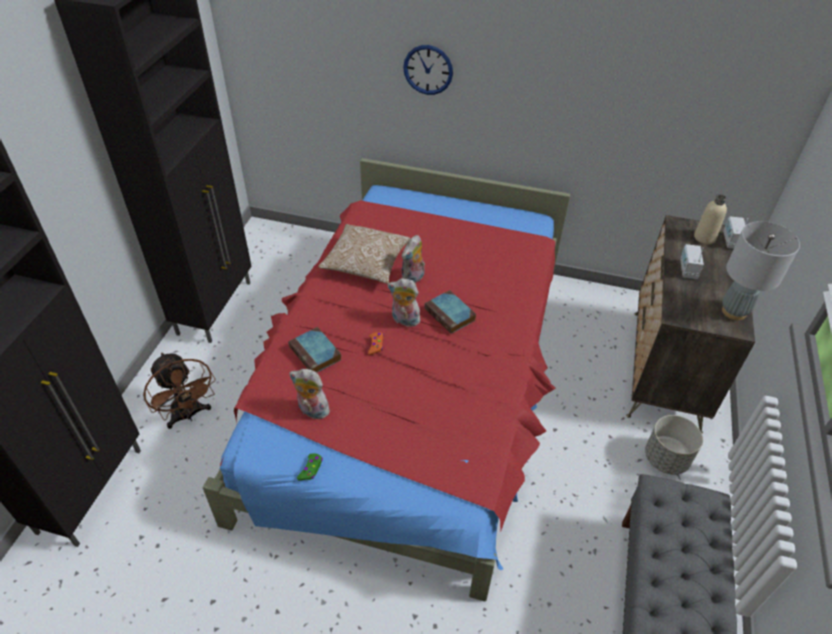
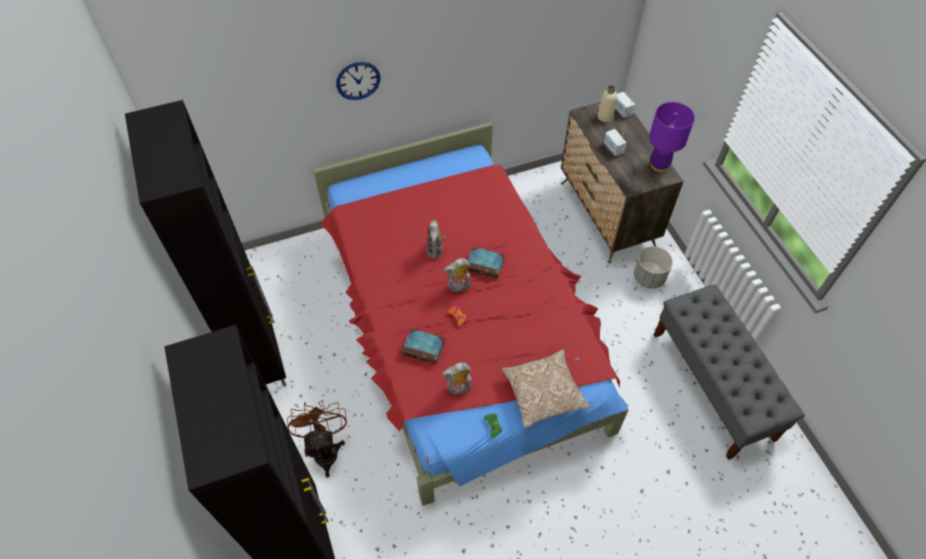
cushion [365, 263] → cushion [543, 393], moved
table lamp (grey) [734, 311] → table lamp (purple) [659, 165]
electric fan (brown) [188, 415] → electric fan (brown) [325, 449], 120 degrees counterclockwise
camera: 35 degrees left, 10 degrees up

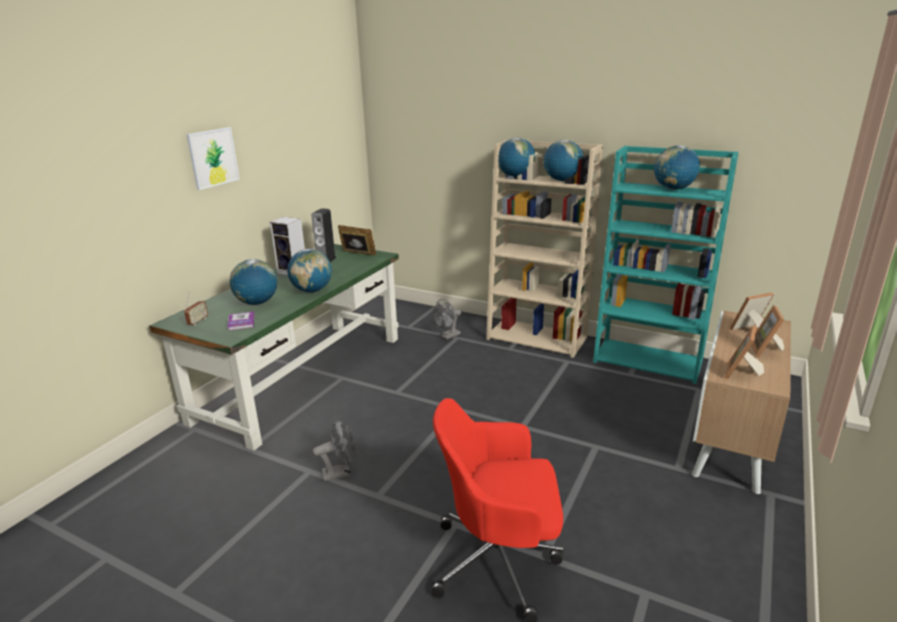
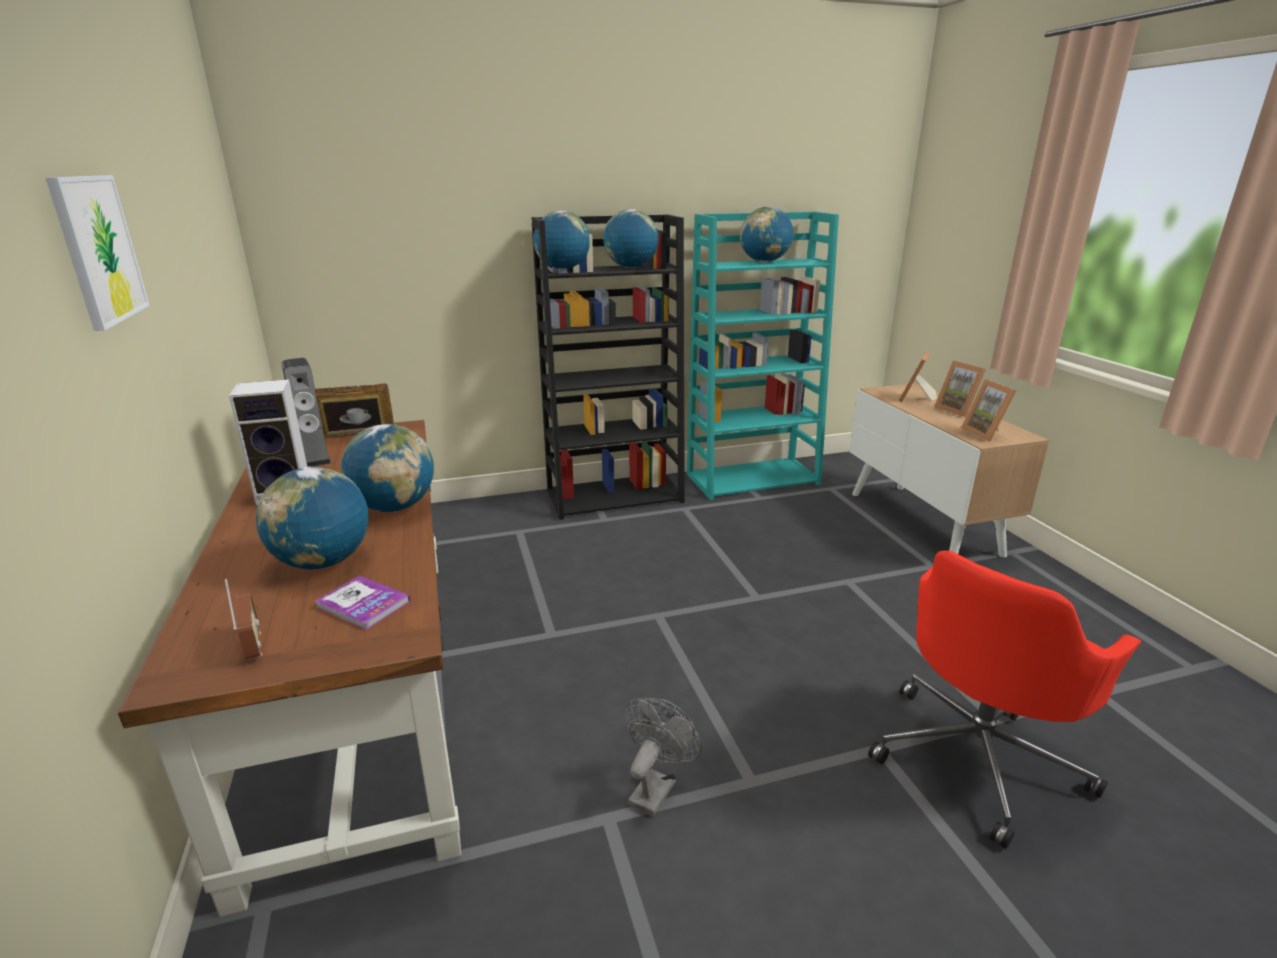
electric fan (grey) [447, 336] → -
desk (green) [303, 376] → desk (brown) [360, 686]
bookcase (beige-coloured) [538, 338] → bookcase (blackish) [615, 496]
camera: 45 degrees left, 0 degrees up

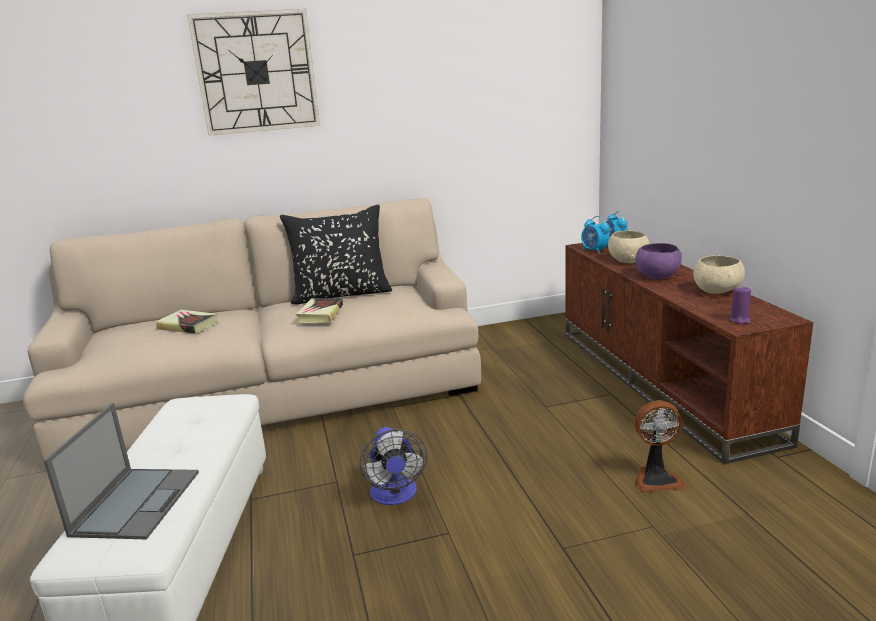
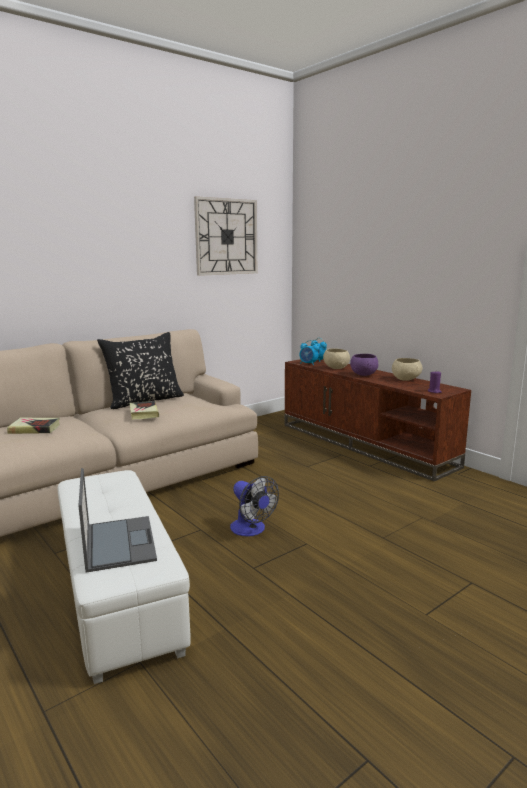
electric fan [656, 479] → -
clock on the wall [256, 72] → clock on the wall [226, 237], moved
camera: 25 degrees left, 5 degrees down

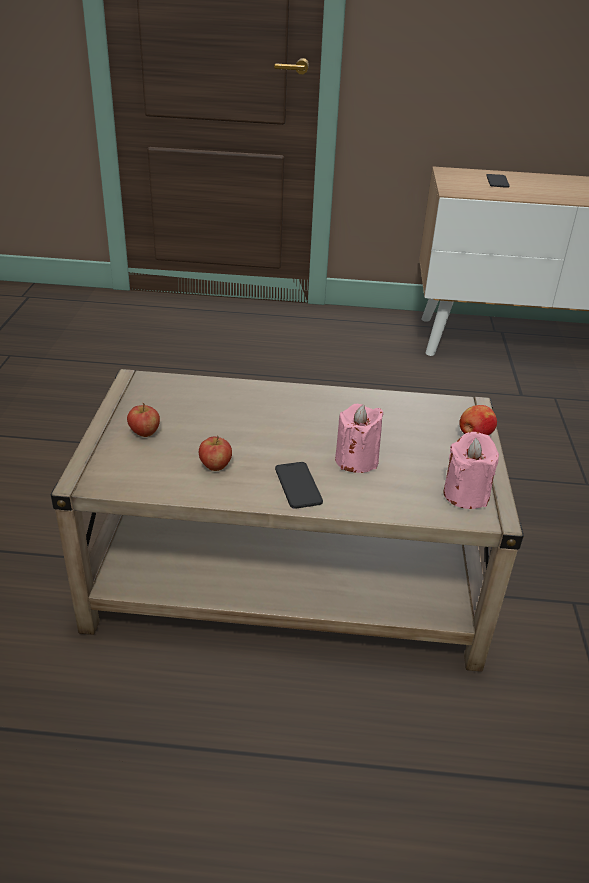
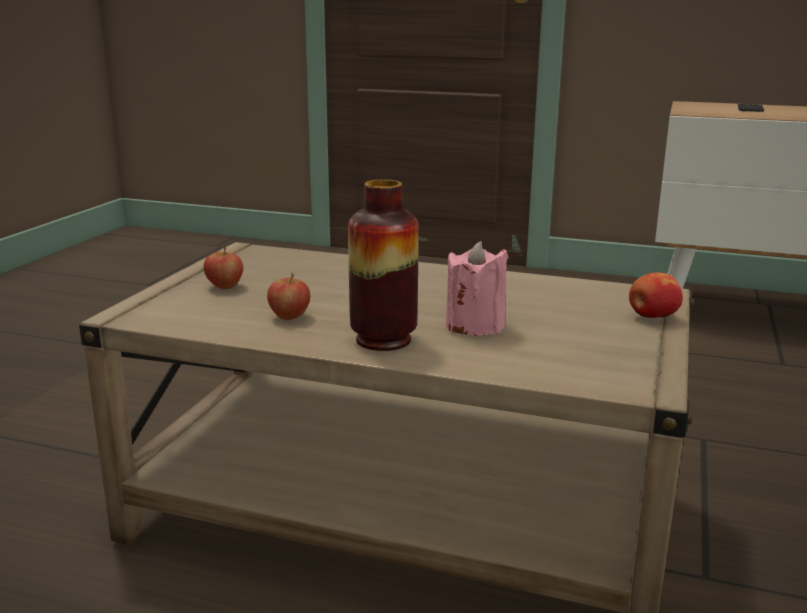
candle (pink-coloured) [466, 494] → -
handset [298, 485] → flower vase [383, 340]
camera: 15 degrees right, 15 degrees down

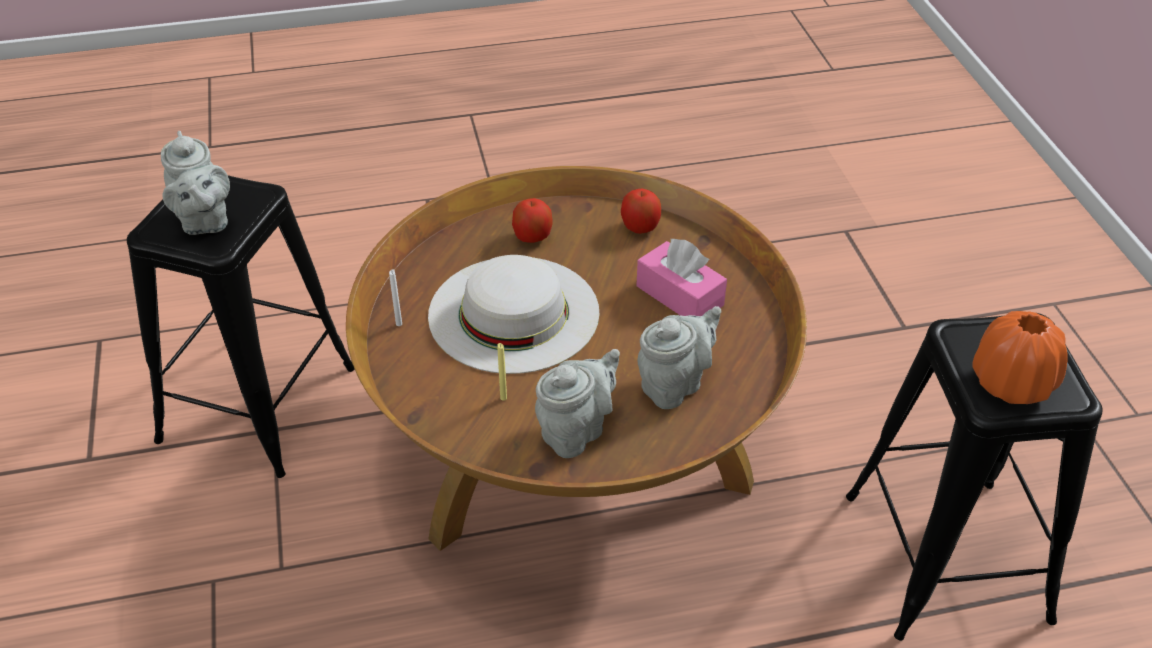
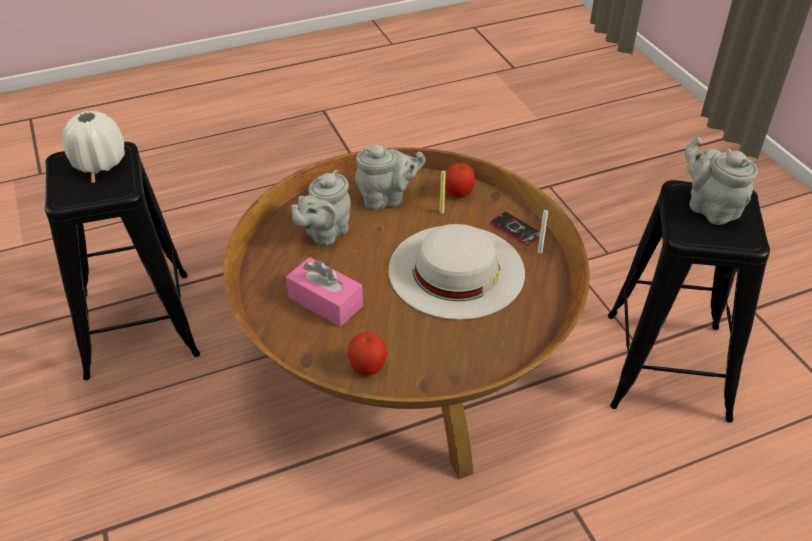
- → handset [516, 229]
whole apple [532, 237] → whole apple [458, 193], moved
flower vase (orangey) [1011, 384] → flower vase (white) [99, 163]
teapot (grey) [576, 431] → teapot (grey) [387, 199], 135 degrees counterclockwise
camera: 170 degrees right, 0 degrees up

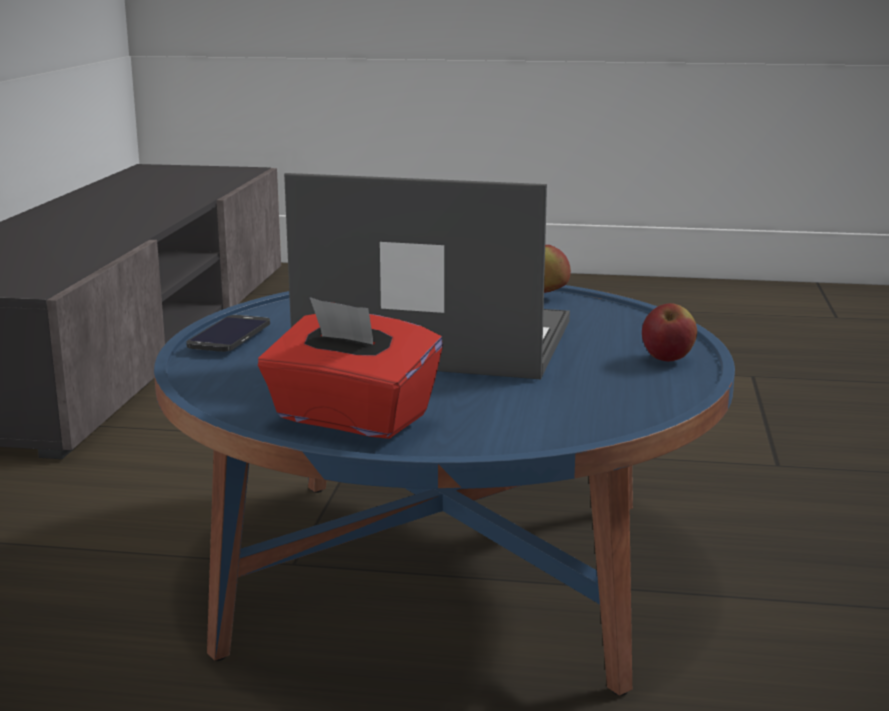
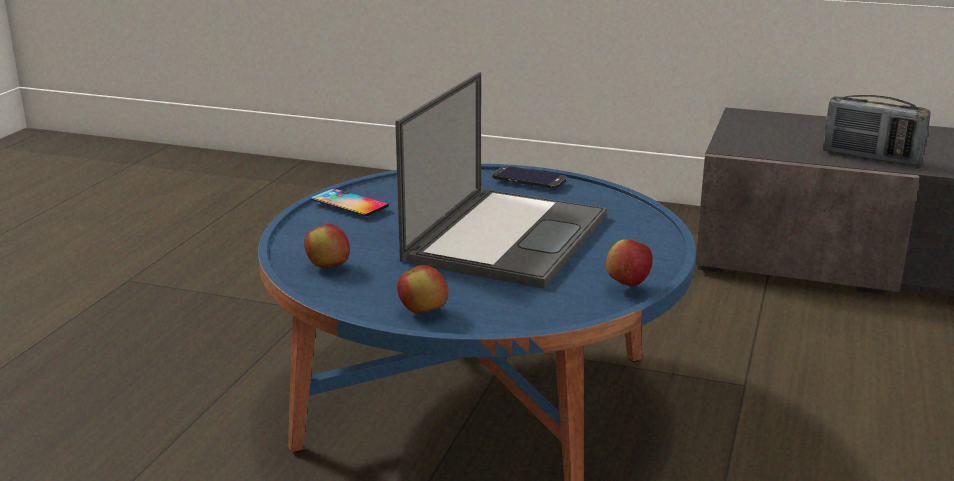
- → whole apple [328, 267]
- → radio receiver [871, 157]
box of tissues (reddish) [351, 419] → handset [349, 203]
camera: 100 degrees right, 5 degrees up

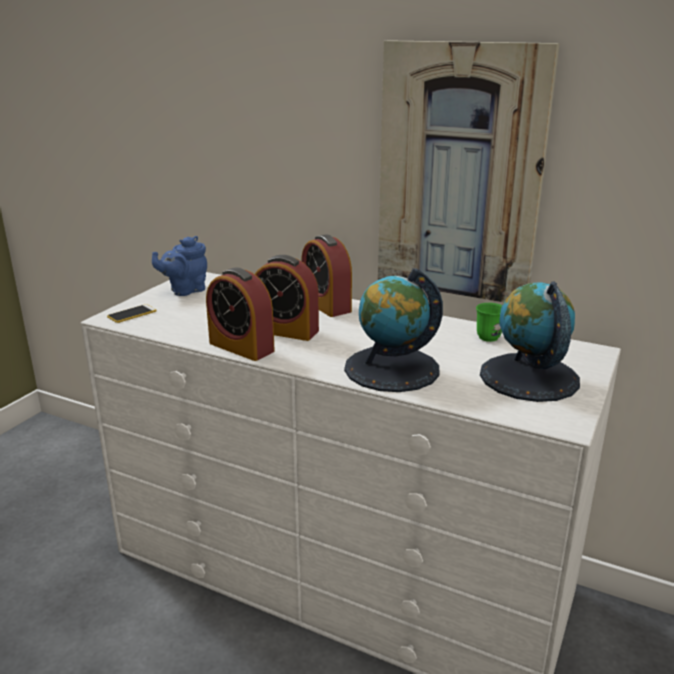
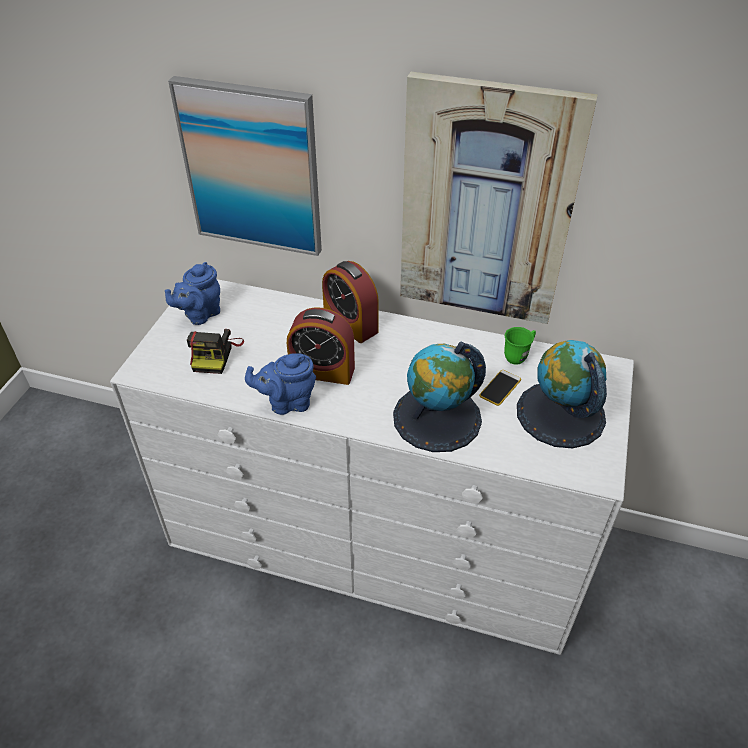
- → wall art [252, 168]
- → still camera [215, 354]
handset [132, 314] → handset [500, 388], moved
alarm clock [241, 347] → teapot (bluish) [287, 403]
camera: 10 degrees left, 20 degrees up

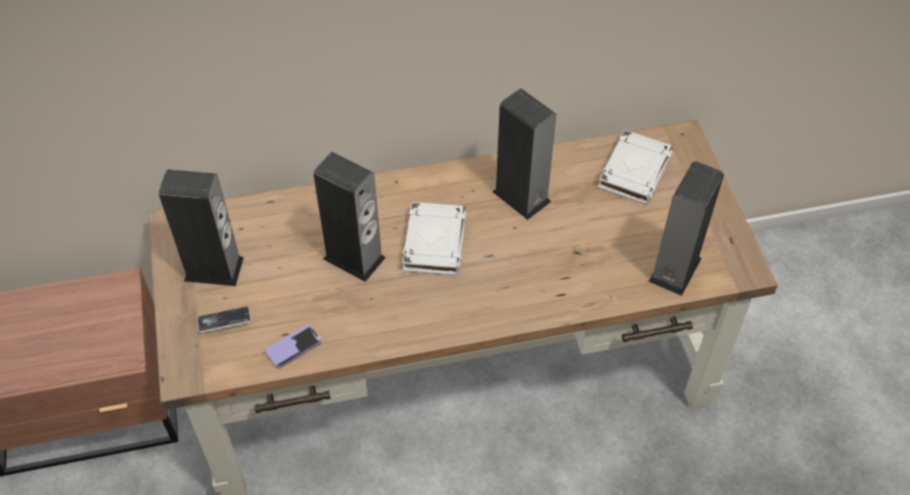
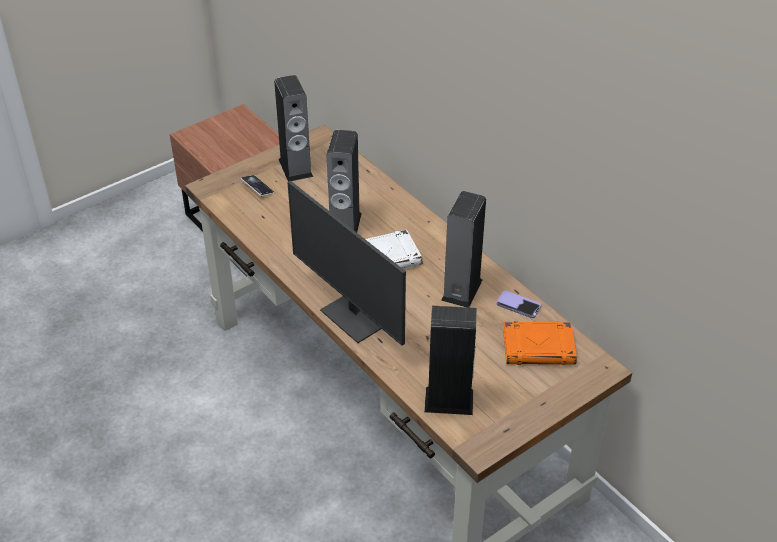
- → computer screen [356, 316]
handset [294, 347] → handset [518, 305], moved
volume (white) [634, 170] → volume (orangey) [539, 348]
camera: 65 degrees right, 10 degrees down

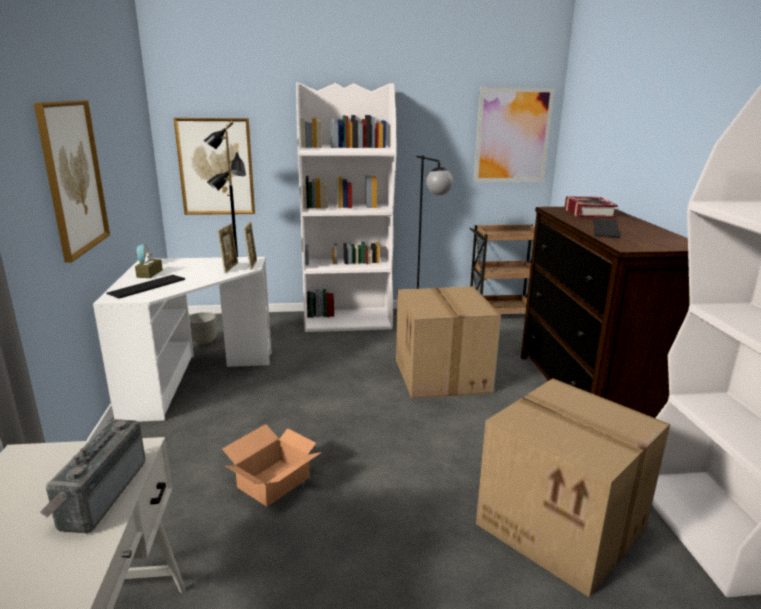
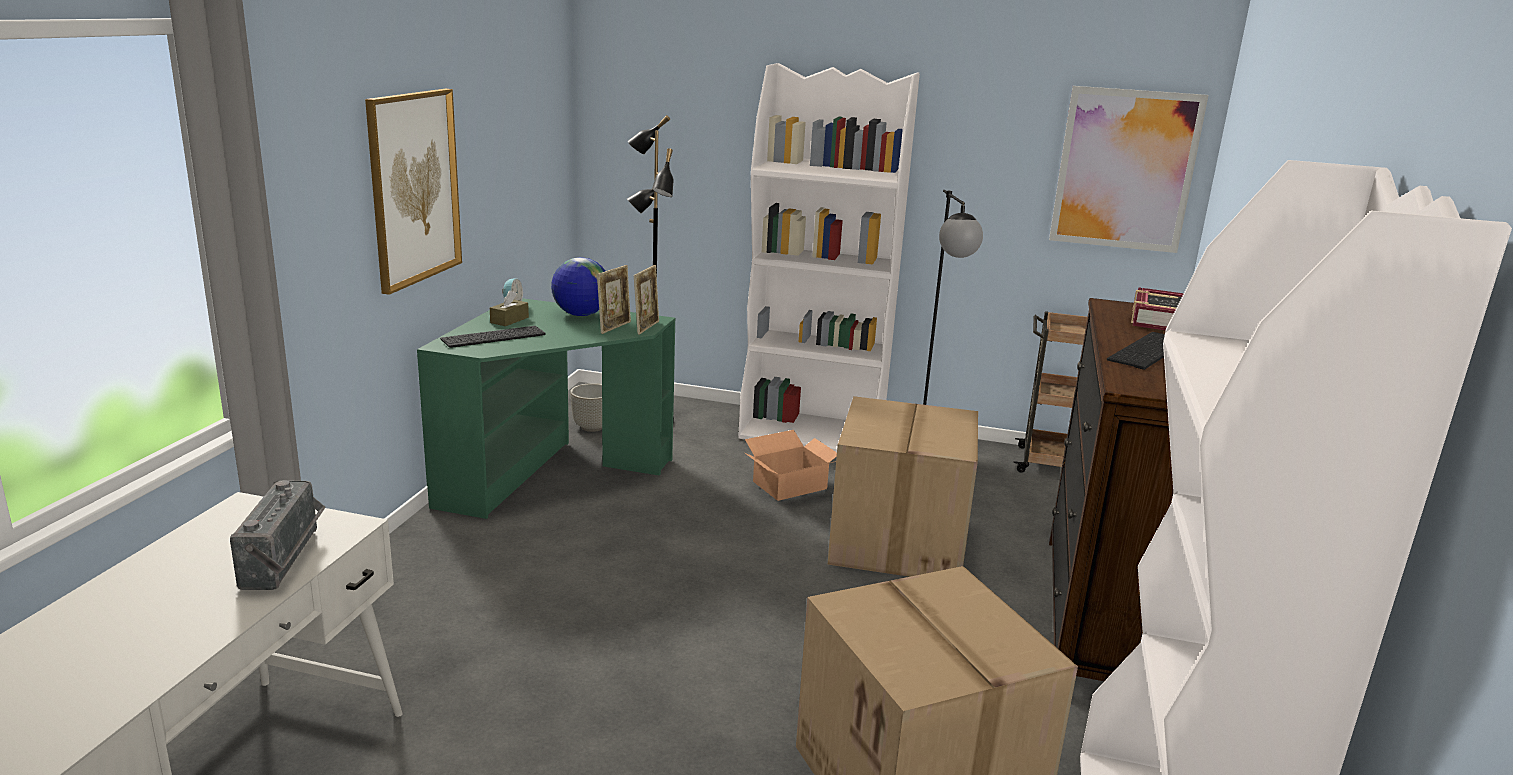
wall art [216, 167] → -
- → world globe [581, 314]
cardboard box [275, 482] → cardboard box [790, 485], moved
desk (white) [193, 380] → desk (green) [550, 475]
radio receiver [99, 494] → radio receiver [286, 559], 150 degrees clockwise
camera: 20 degrees right, 0 degrees up

